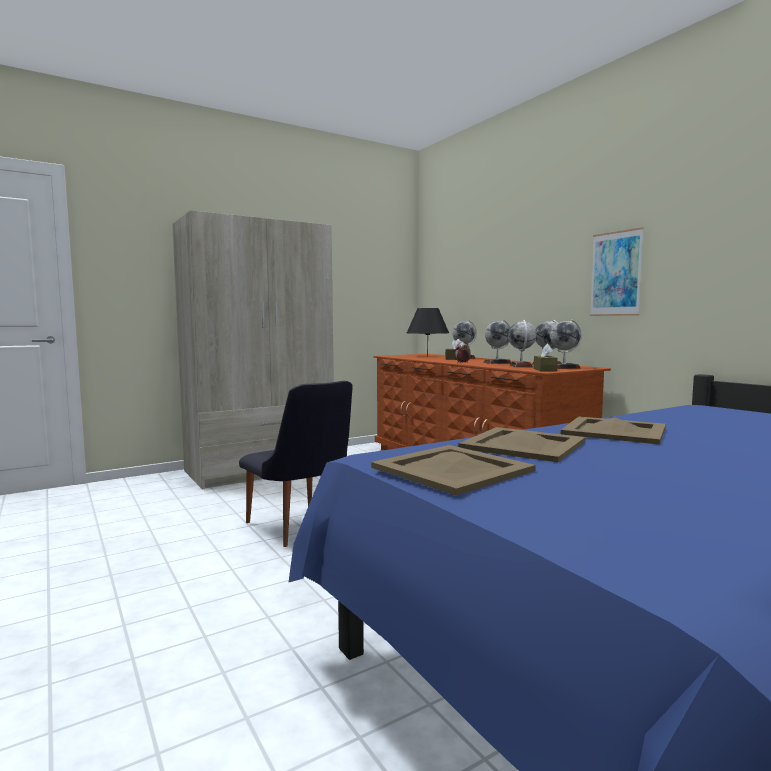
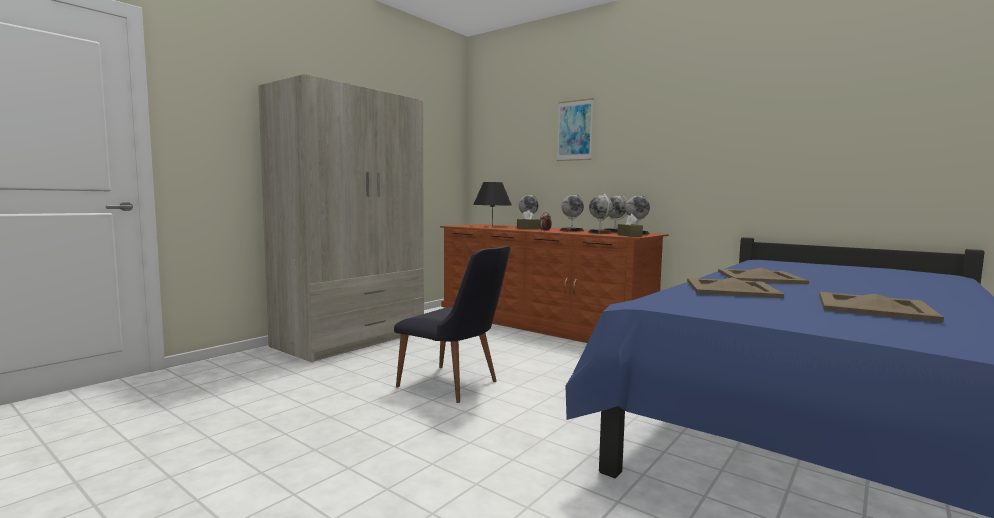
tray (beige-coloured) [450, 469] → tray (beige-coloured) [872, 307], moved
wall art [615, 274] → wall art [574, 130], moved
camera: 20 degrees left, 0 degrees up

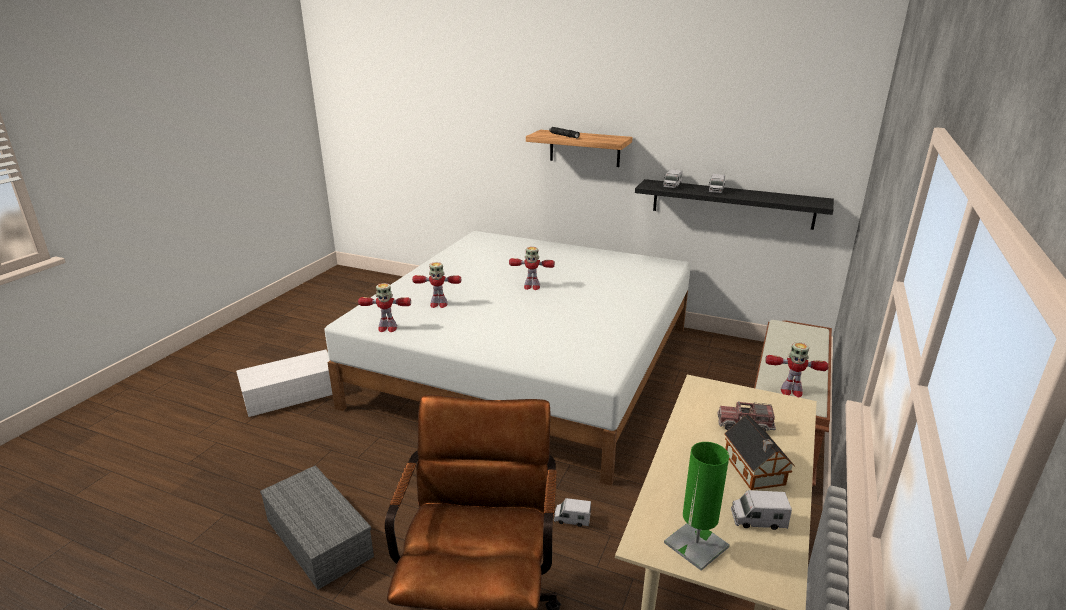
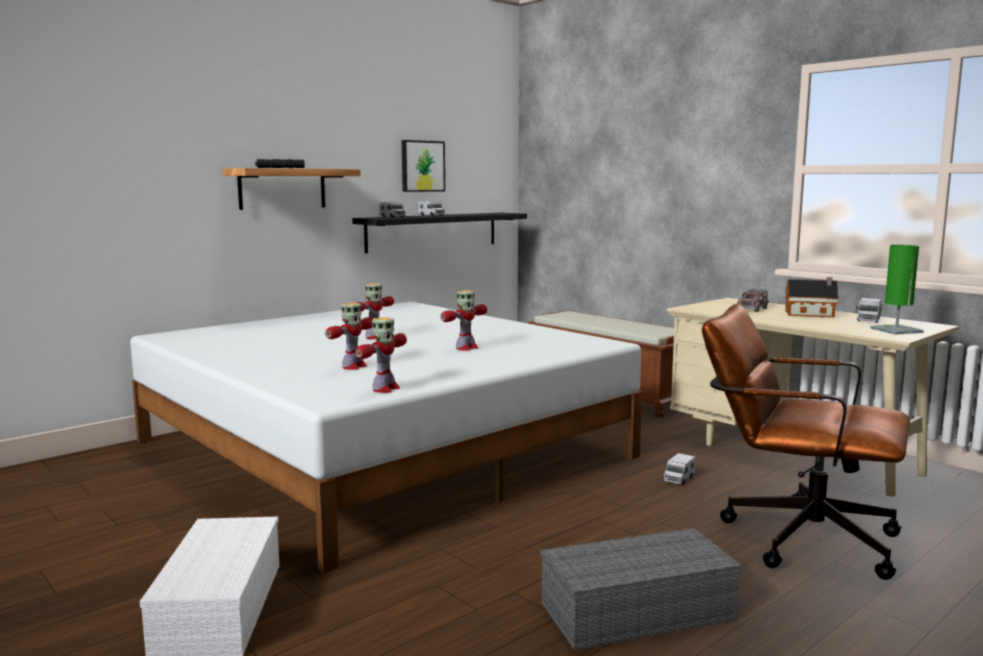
- → wall art [422, 166]
model robot [791, 391] → model robot [466, 348], moved
camera: 65 degrees left, 15 degrees down

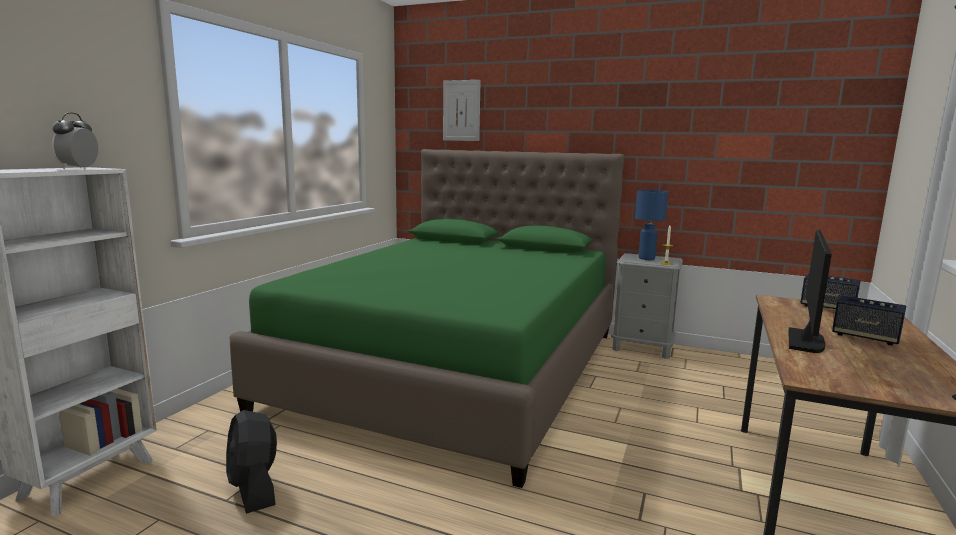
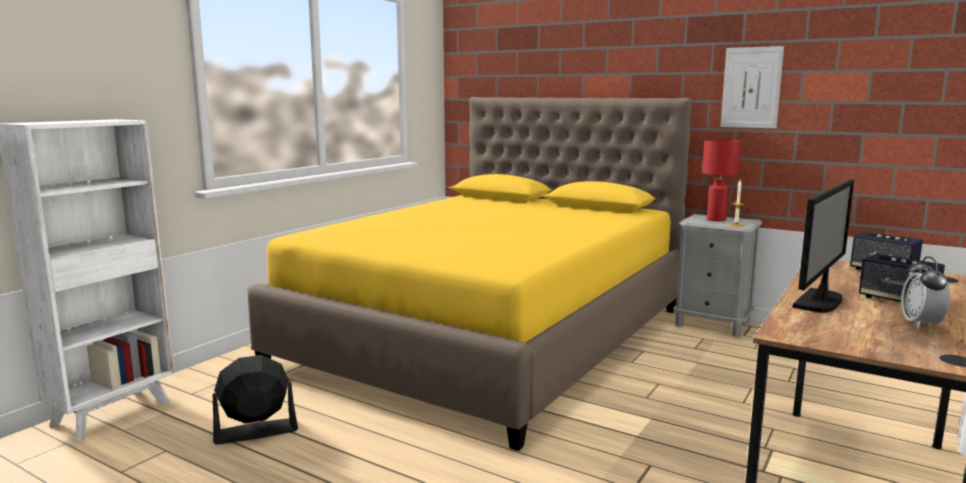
alarm clock [79, 169] → alarm clock [920, 324], moved
wall art [461, 110] → wall art [751, 87], moved
bed (green) [458, 368] → bed (yellowish) [491, 336]
table lamp (bluish) [646, 258] → table lamp (reddish) [716, 219]
electric fan (blackish) [254, 488] → electric fan (blackish) [255, 431], 90 degrees clockwise
camera: 10 degrees right, 0 degrees up

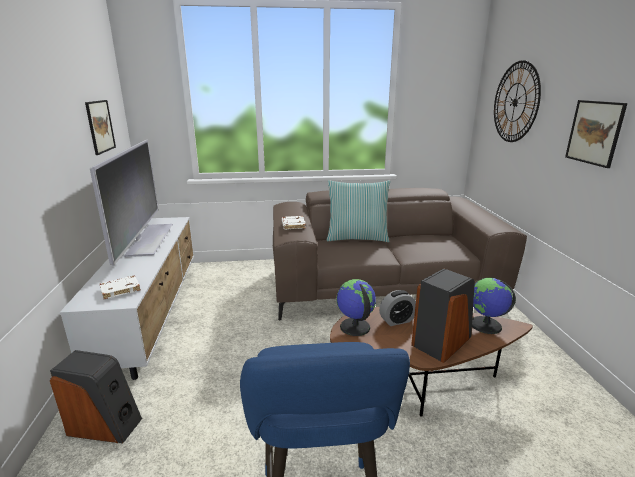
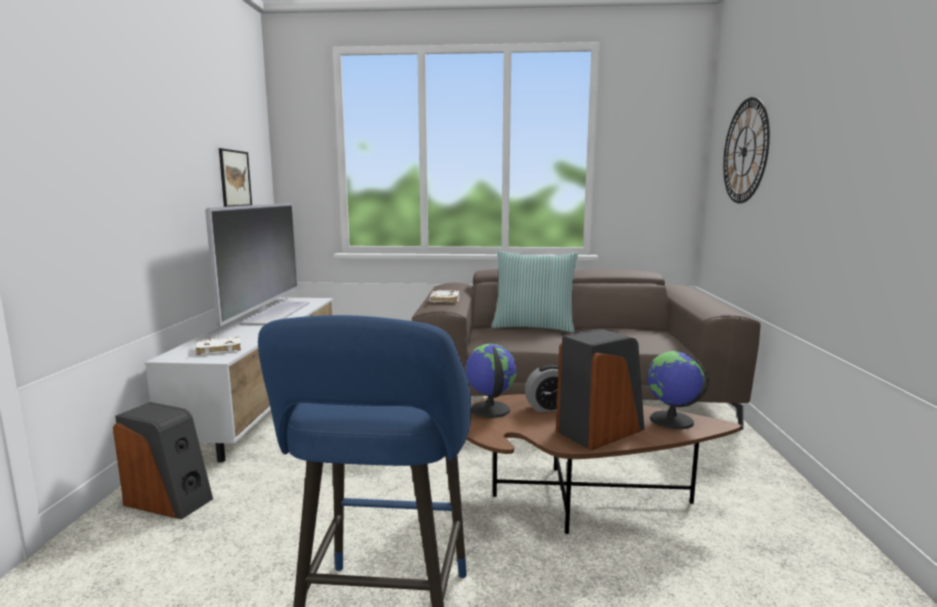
wall art [594, 132] → -
camera: 10 degrees right, 10 degrees down

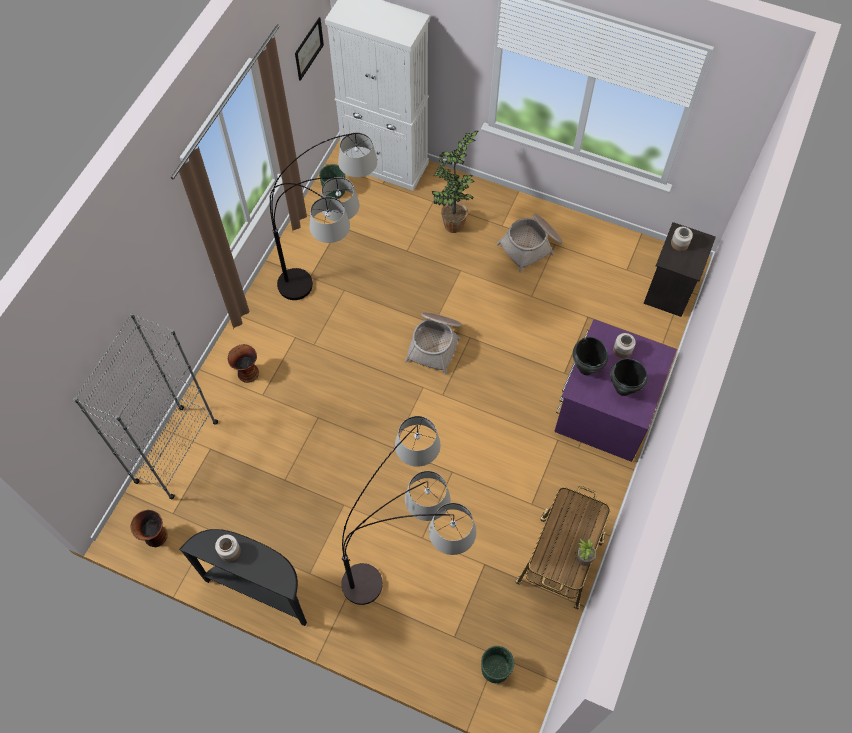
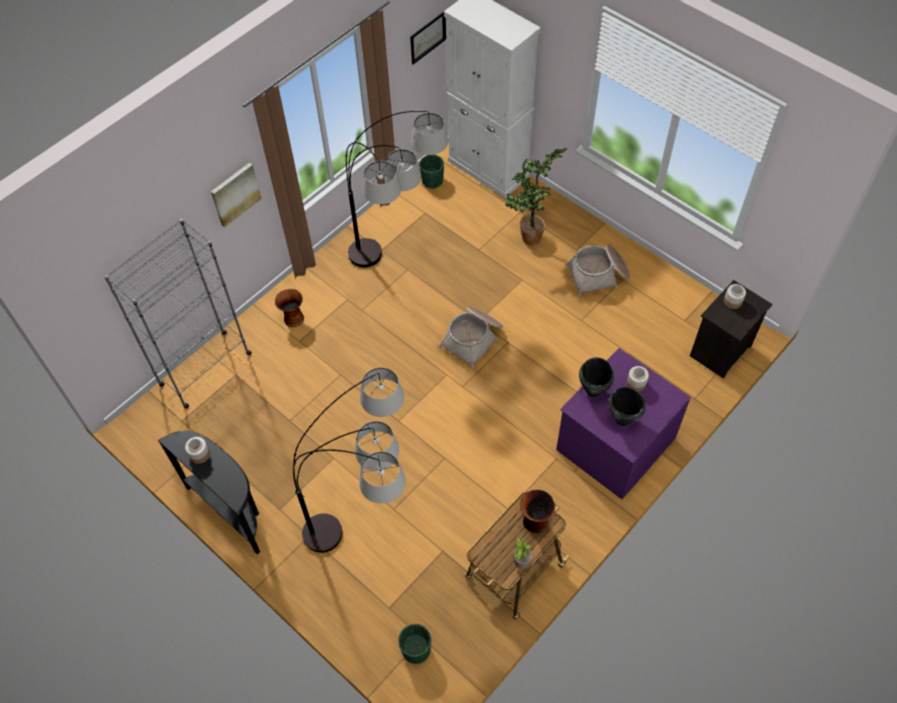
- → wall art [235, 194]
flower vase [155, 537] → flower vase [535, 522], moved
camera: 20 degrees right, 5 degrees down

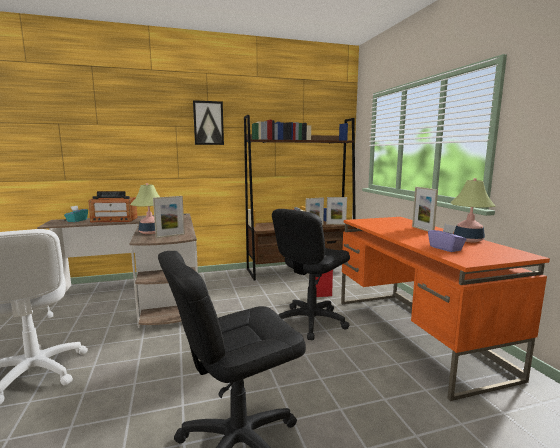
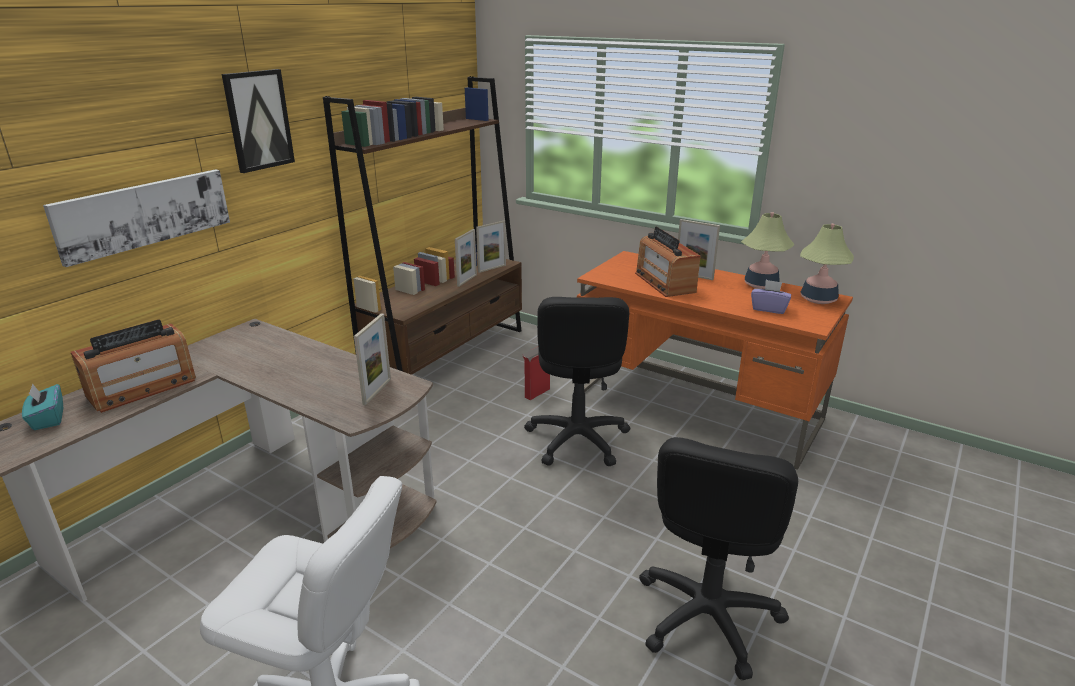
- → wall art [144, 214]
- → radio receiver [664, 282]
table lamp [150, 232] → table lamp [818, 299], moved
camera: 40 degrees left, 15 degrees up

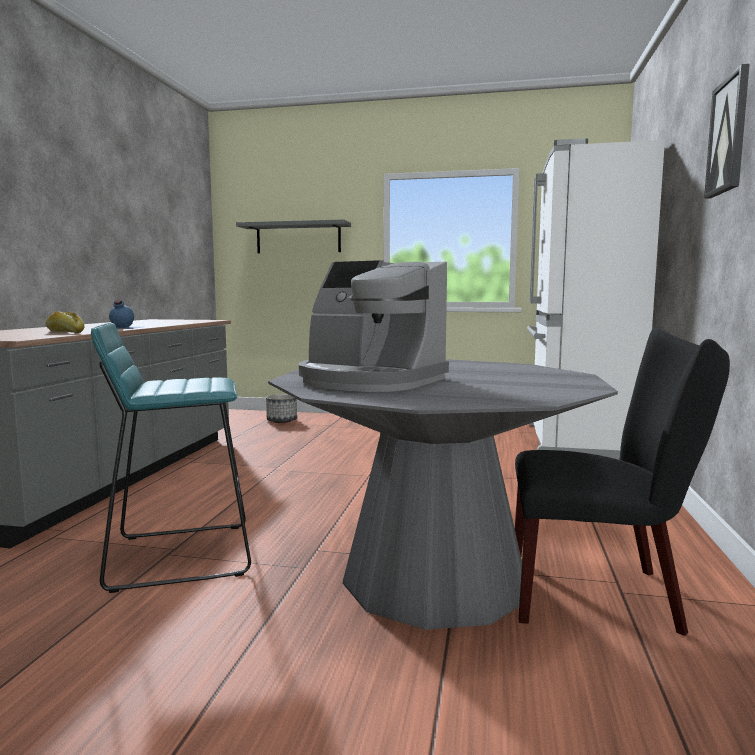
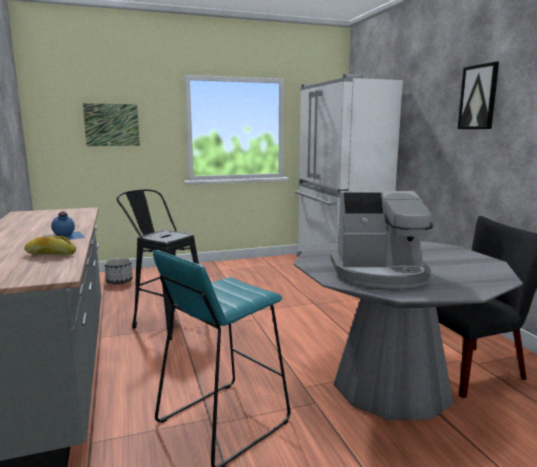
- → stool seat (blackish) [165, 322]
bracket shelf (grey) [298, 238] → wall art [112, 125]
camera: 30 degrees left, 5 degrees up

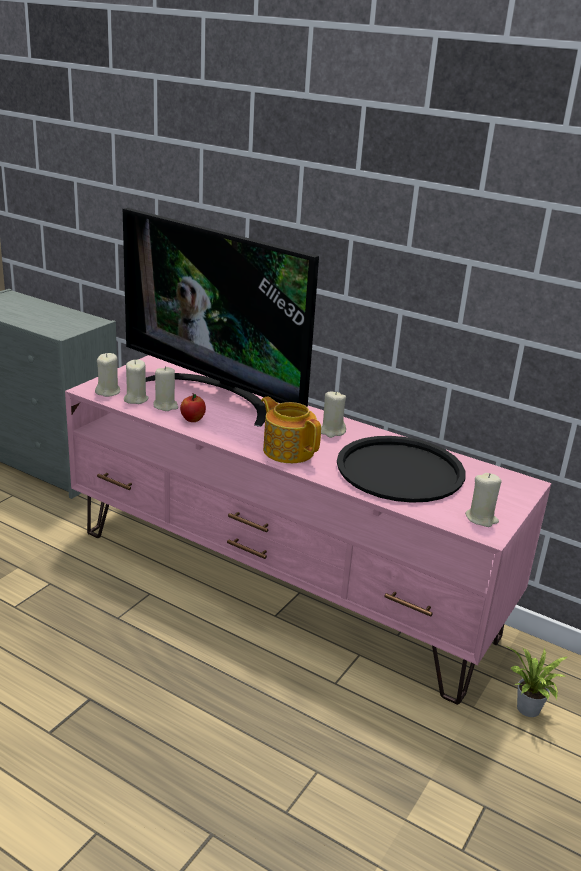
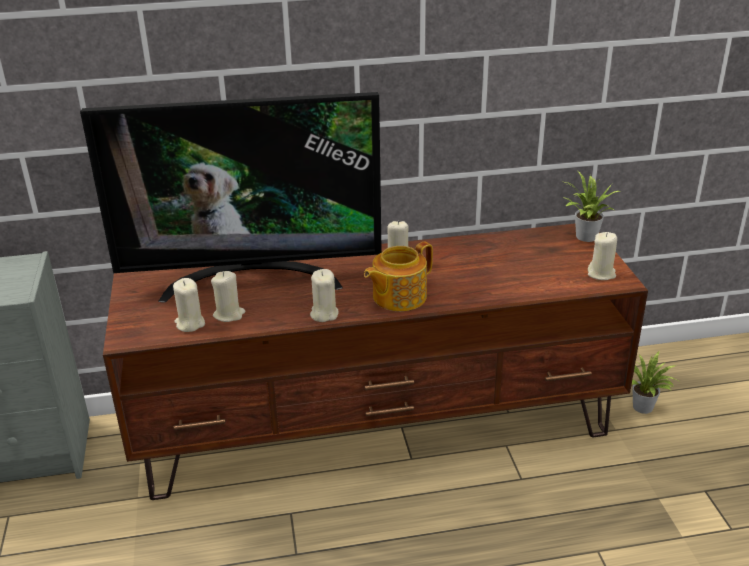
whole apple [192, 420] → -
tray (blackish) [400, 470] → -
- → plant in a pot [584, 237]
candle (beige-coloured) [108, 392] → candle (beige-coloured) [324, 314], moved
tv unit (pink-coloured) [282, 582] → tv unit (brown) [378, 427]
teapot [288, 450] → teapot [398, 297], 45 degrees counterclockwise
camera: 40 degrees left, 5 degrees up

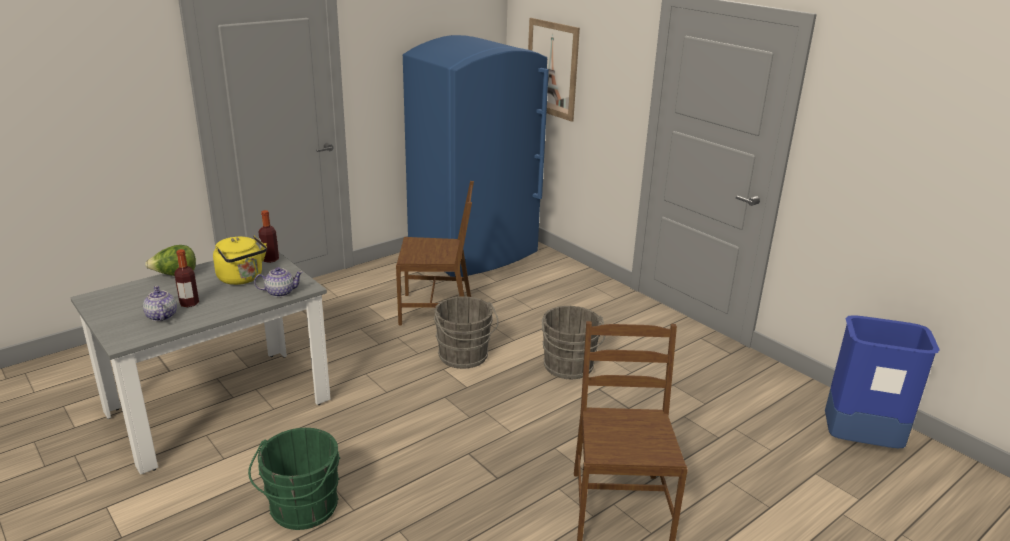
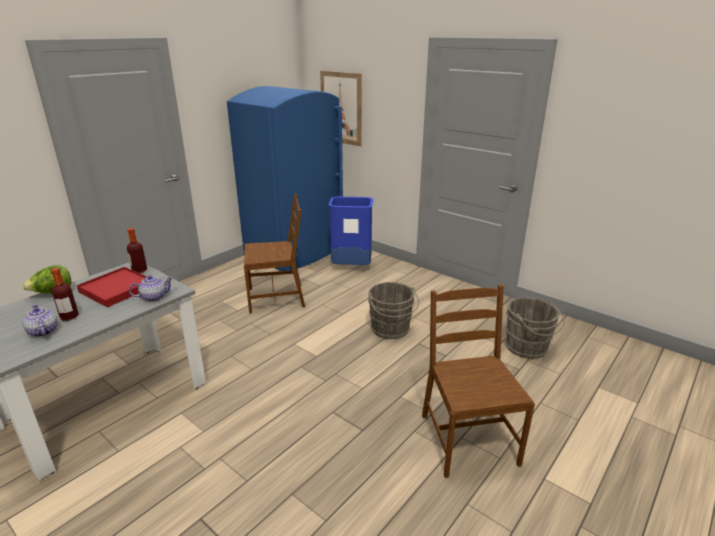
pail (green) [302, 510] → -
pail (grey) [464, 357] → pail (grey) [528, 348], moved
trash can (bluish) [860, 441] → trash can (bluish) [351, 267], moved
kettle (yellowish) [242, 278] → tray (reddish) [117, 289]
camera: 10 degrees left, 0 degrees up

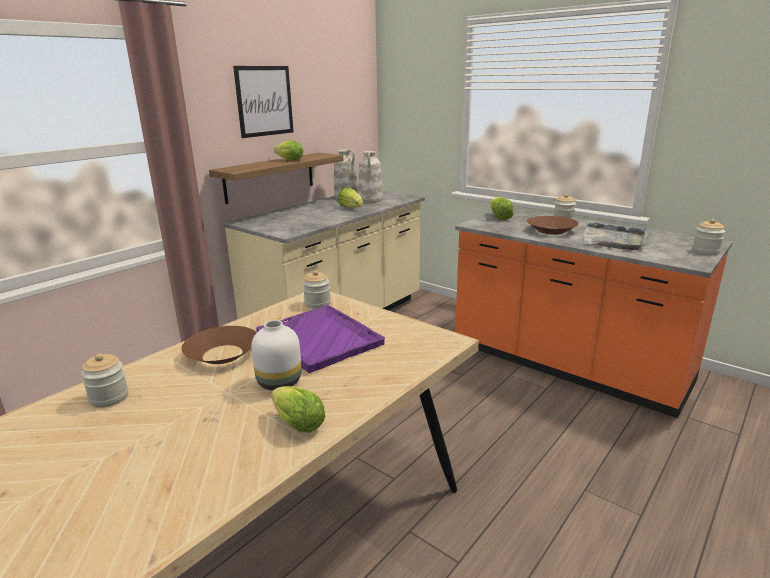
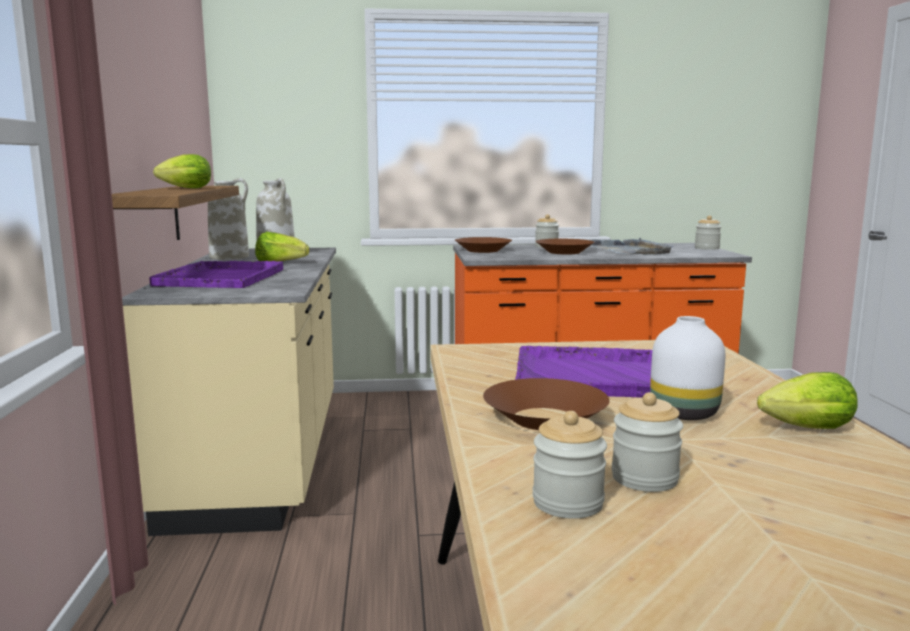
wall art [264, 101] → -
- → tray (purple) [222, 277]
preserve jar [317, 304] → preserve jar [644, 478], moved
lettuce head [499, 217] → serving bowl (brown) [483, 250]
camera: 45 degrees left, 10 degrees down

